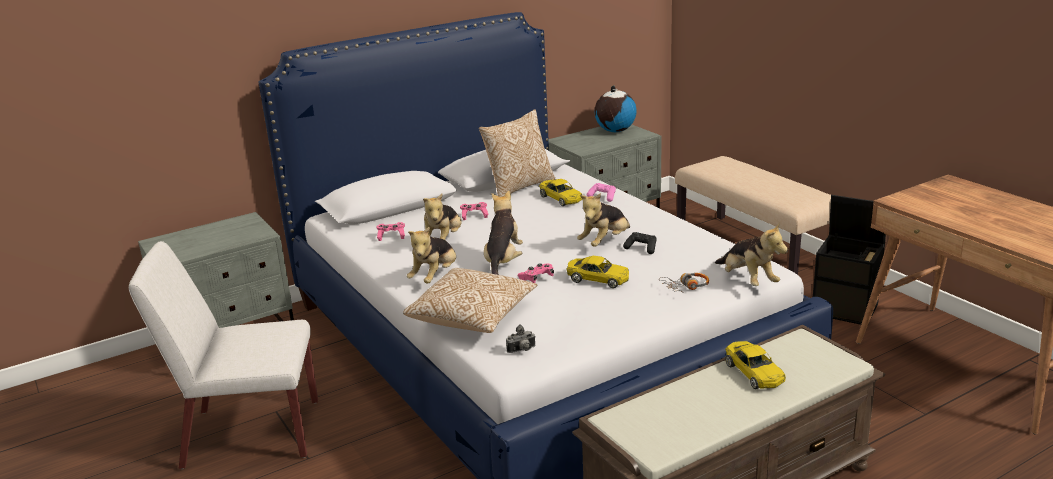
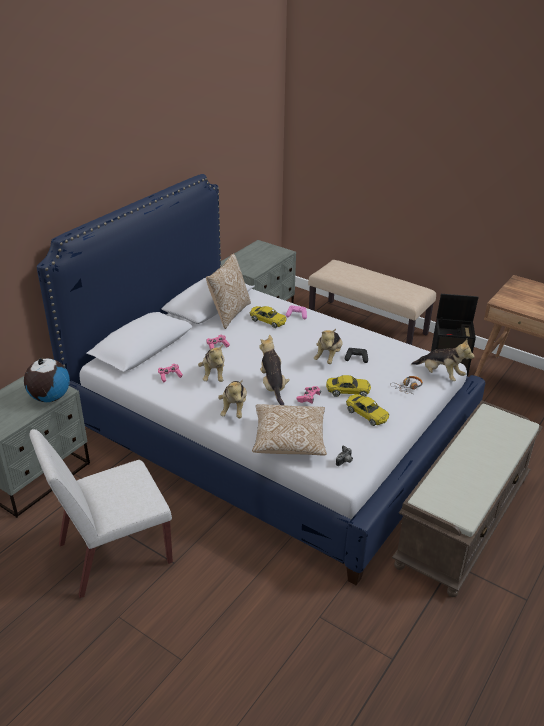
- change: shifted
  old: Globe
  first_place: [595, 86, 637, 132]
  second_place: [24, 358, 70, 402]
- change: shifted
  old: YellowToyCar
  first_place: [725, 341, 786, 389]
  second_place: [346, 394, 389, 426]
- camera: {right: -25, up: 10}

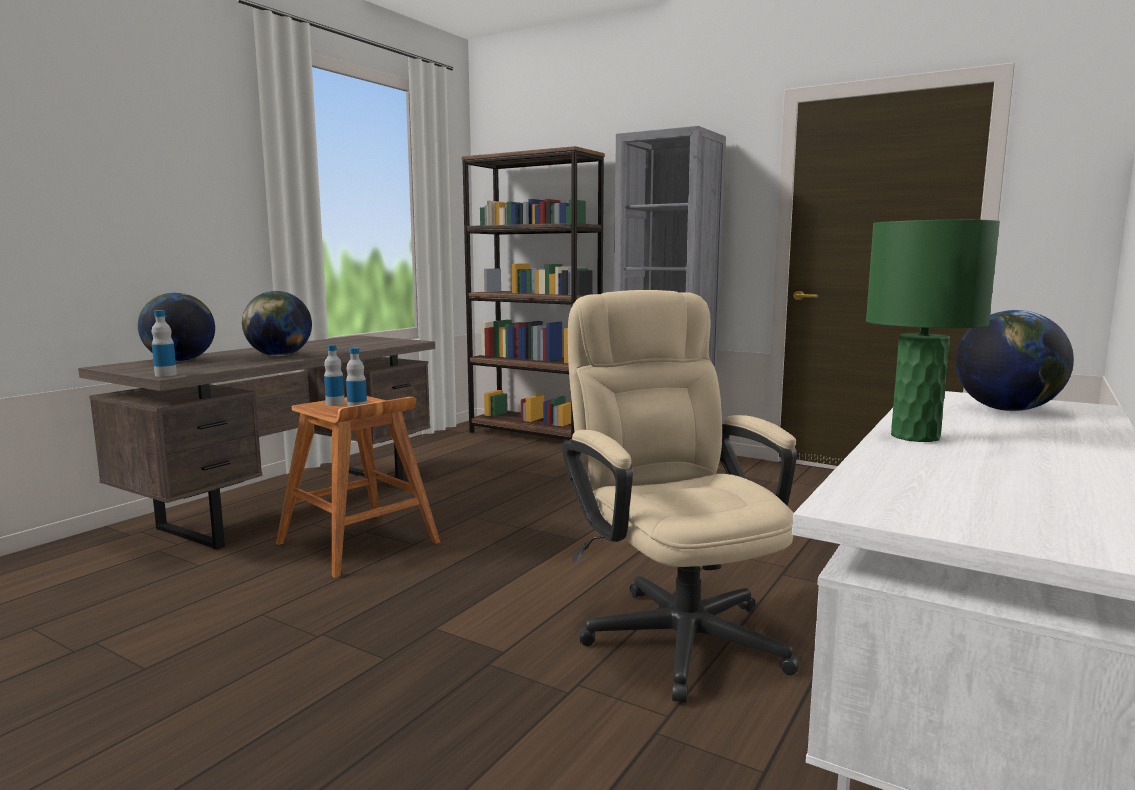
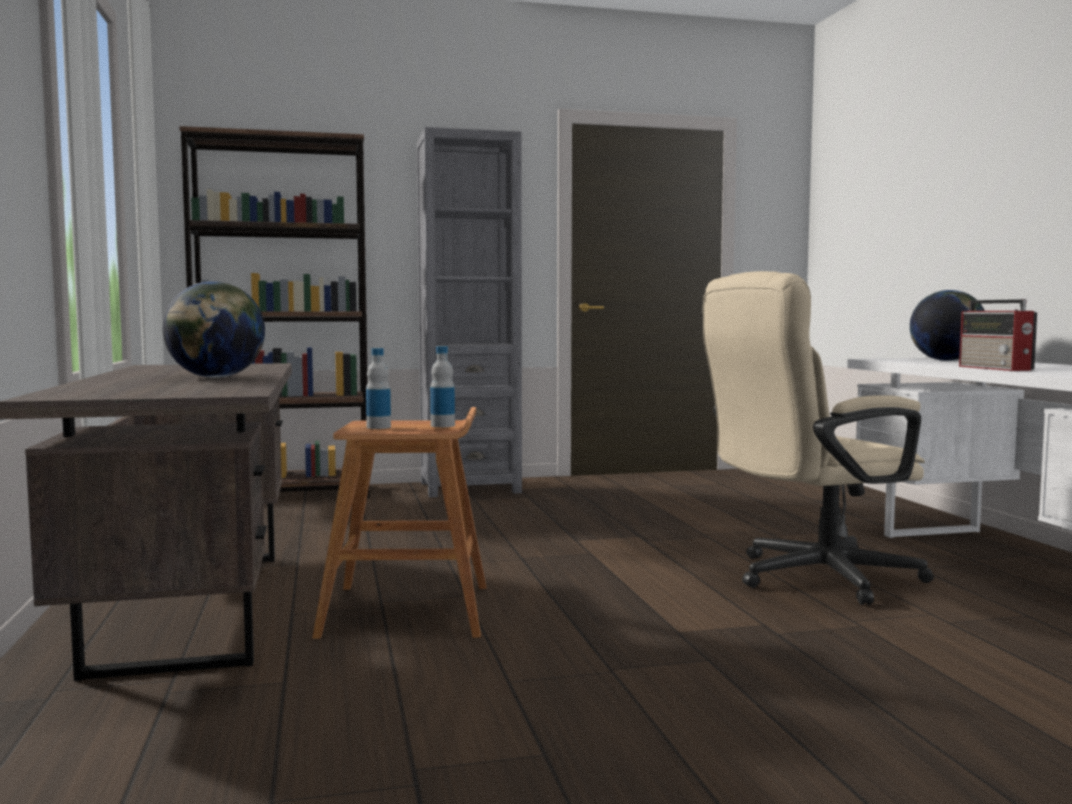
- change: gone
  old: Globe
  first_place: [138, 293, 215, 361]
- change: gone
  old: Bottle
  first_place: [152, 310, 177, 377]
- change: swapped
  old: GreenTableLamp
  new: Radio
  first_place: [866, 220, 1000, 442]
  second_place: [959, 299, 1037, 371]
- change: rotated
  old: BeigeOfficeChair
  first_place: [561, 290, 800, 703]
  second_place: [703, 271, 934, 605]
  degrees: -45
- camera: {right: -45, up: -5}

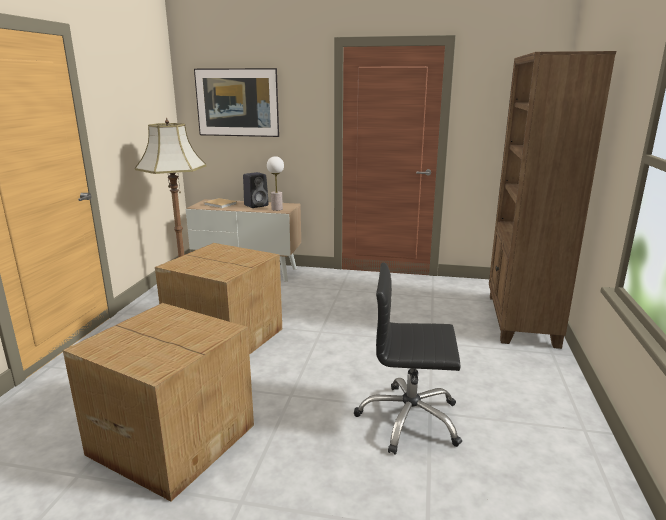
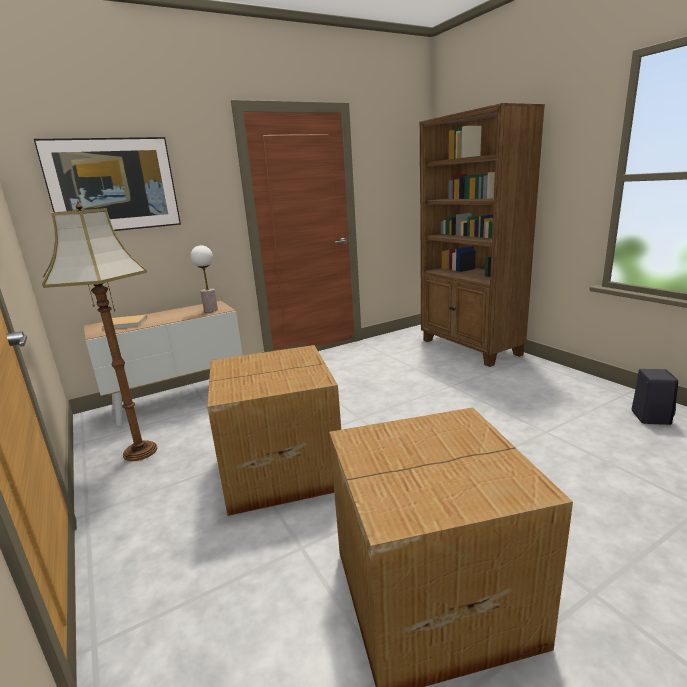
- change: gone
  old: BlackOfficeChair
  first_place: [354, 262, 462, 455]
- change: shifted
  old: BlackSpeaker
  first_place: [243, 172, 269, 208]
  second_place: [632, 369, 678, 425]
- camera: {right: -40, up: 0}

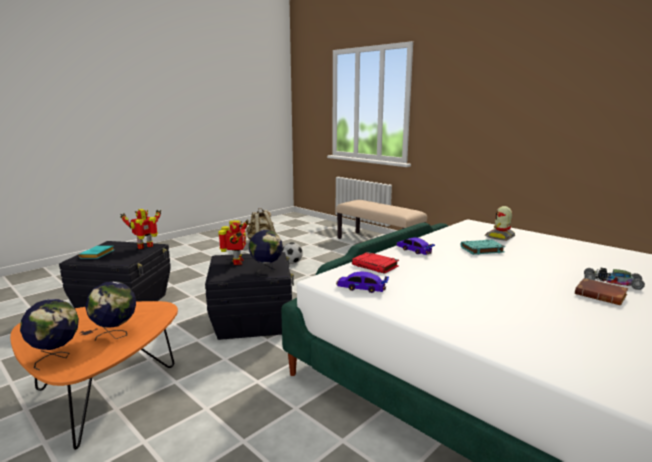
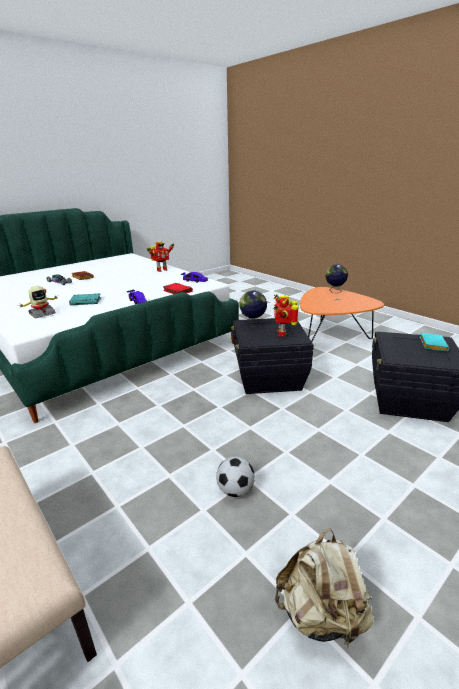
- change: gone
  old: Globe
  first_place: [85, 281, 136, 341]
- change: shifted
  old: ToyRobot
  first_place: [120, 209, 161, 249]
  second_place: [147, 241, 174, 272]
- camera: {right: -175, up: 10}

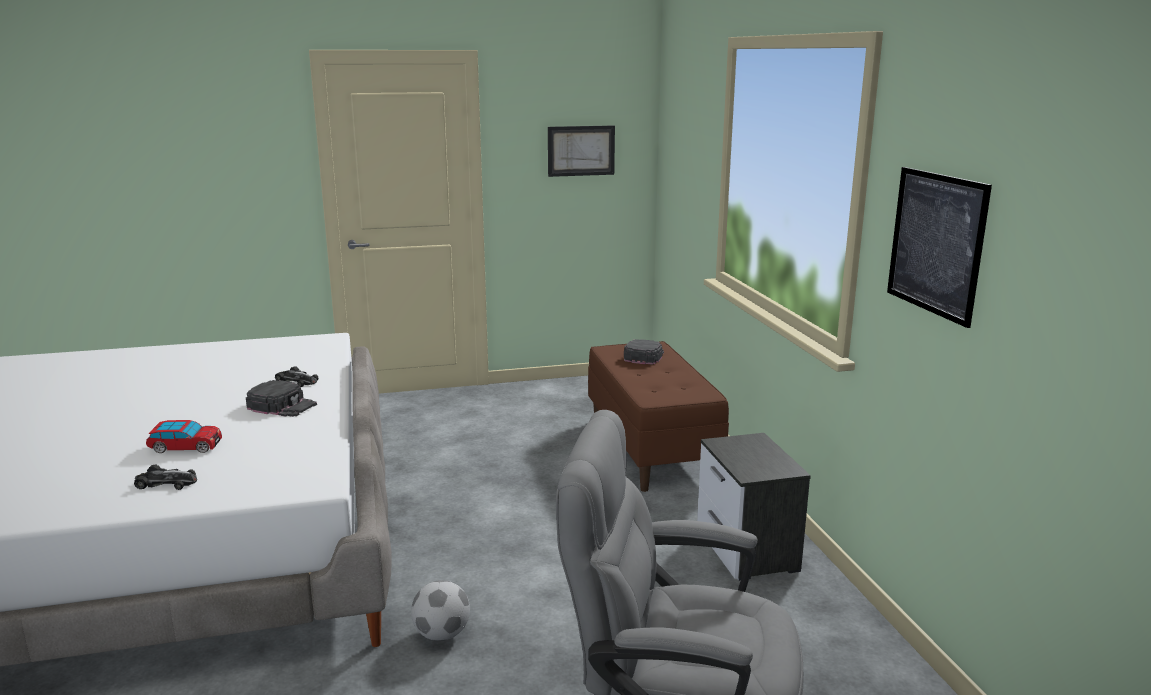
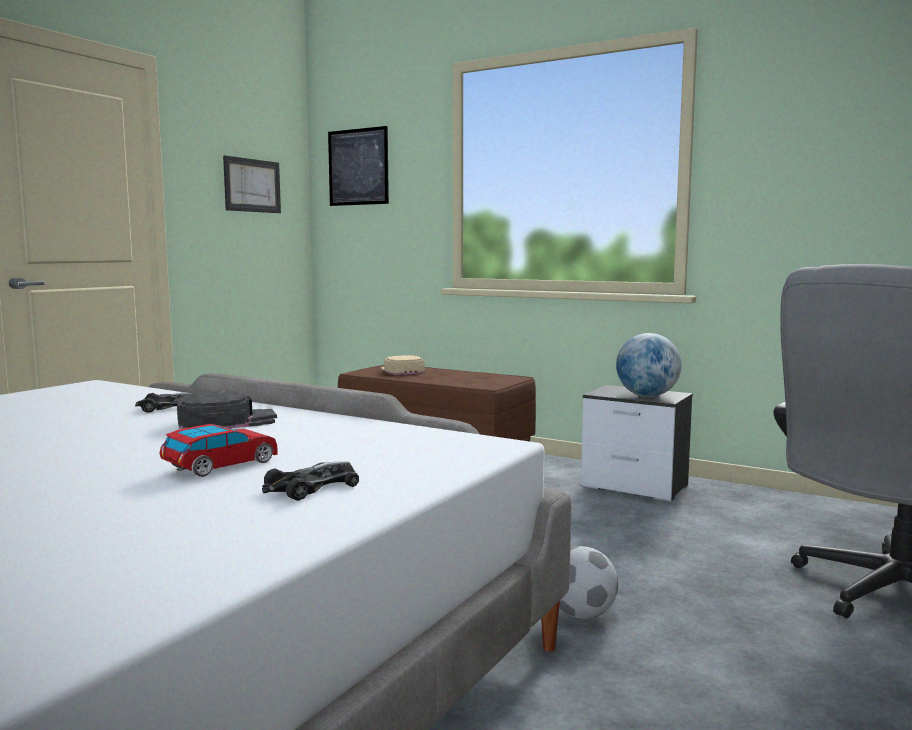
- change: new
  new: Globe
  second_place: [616, 333, 681, 397]
- change: shifted
  old: Picture
  first_place: [887, 167, 992, 328]
  second_place: [328, 126, 389, 206]
- change: repainted
  old: BlackCap
  new: BeigeCap
  first_place: [624, 339, 664, 365]
  second_place: [381, 355, 425, 375]
- camera: {right: -45, up: -10}

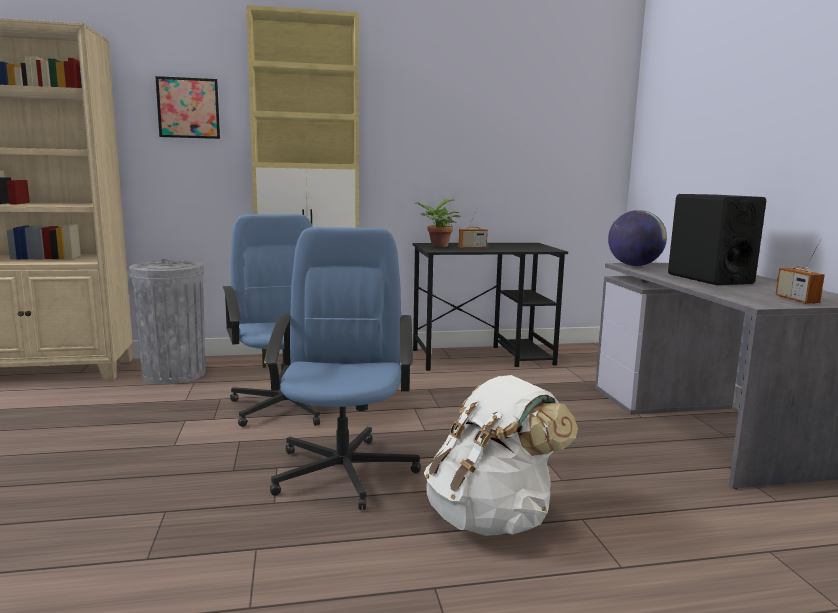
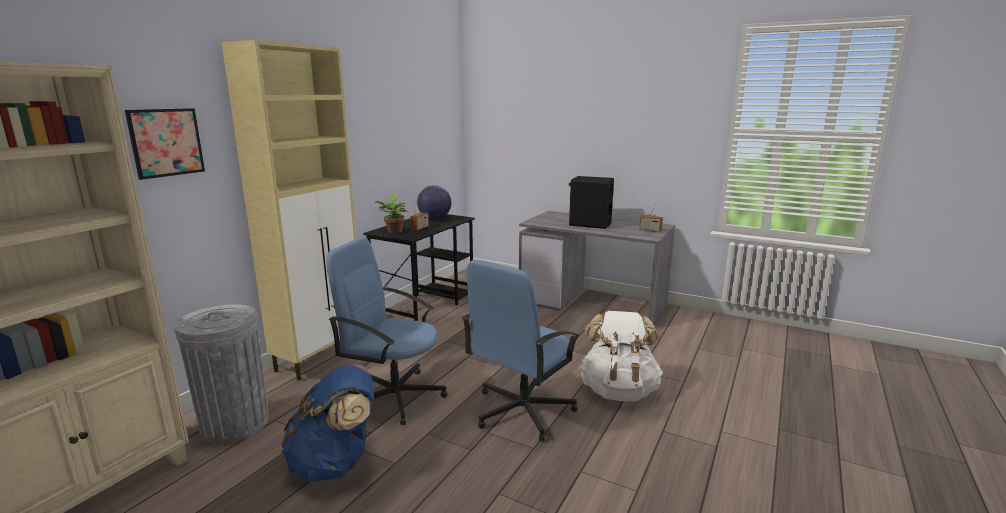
- change: new
  new: BlueBackpack
  second_place: [281, 365, 374, 482]
- change: shifted
  old: Globe
  first_place: [608, 210, 667, 266]
  second_place: [417, 185, 451, 220]
- change: rotated
  old: BlueOfficeChair
  first_place: [264, 227, 421, 510]
  second_place: [462, 260, 580, 441]
  degrees: -90
- camera: {right: -50, up: 5}

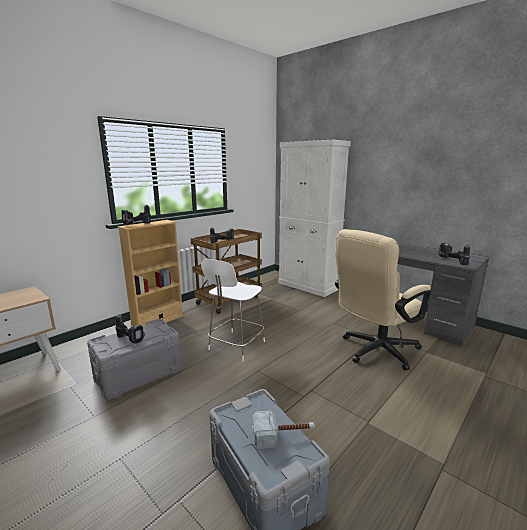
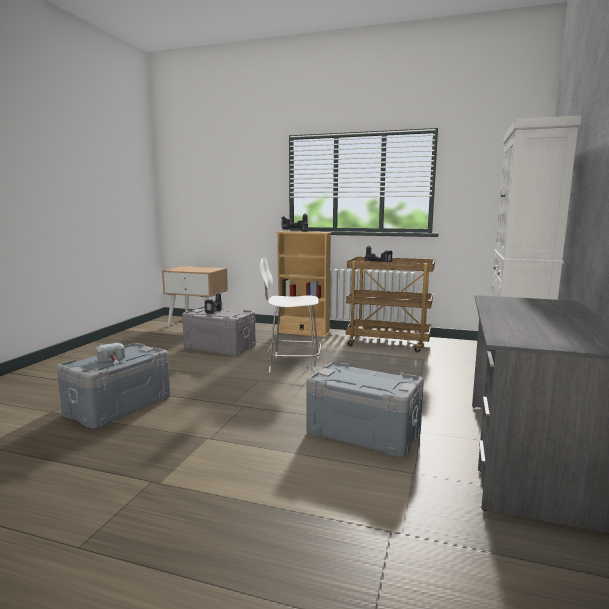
- change: gone
  old: PowerDrill
  first_place: [438, 243, 470, 265]
- change: swapped
  old: BeigeOfficeChair
  new: GreyStorageBox
  first_place: [335, 229, 431, 370]
  second_place: [307, 362, 424, 457]
- camera: {right: 65, up: -5}

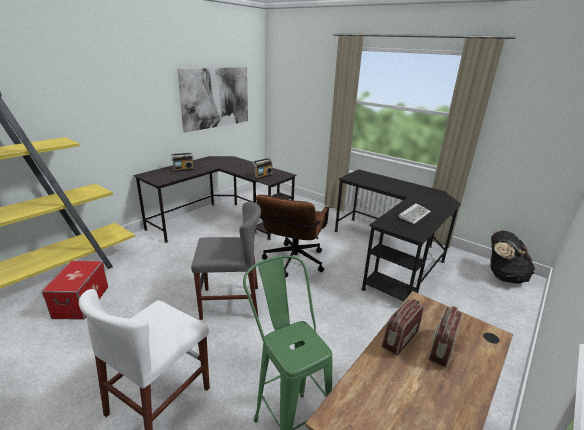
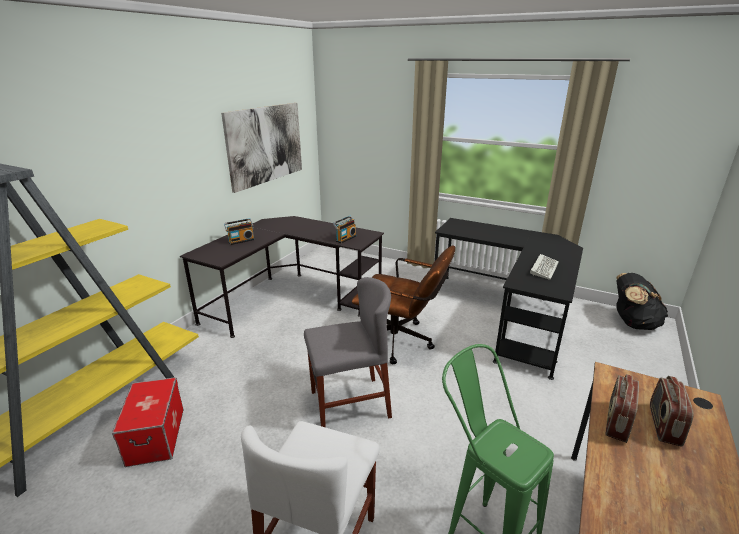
- change: rotated
  old: BrownOfficeChair
  first_place: [256, 195, 329, 278]
  second_place: [352, 245, 455, 364]
  degrees: -75
- camera: {right: -10, up: 0}

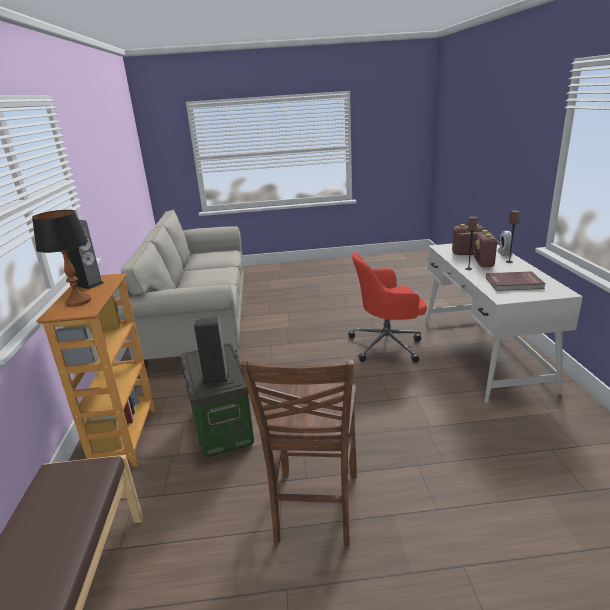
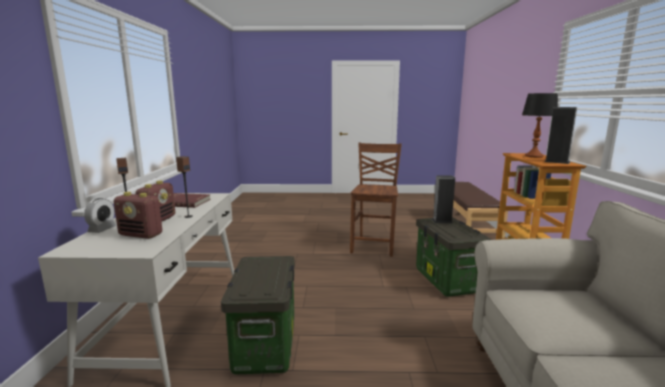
- change: swapped
  old: RedOfficeChair
  new: StorageBox
  first_place: [348, 252, 427, 363]
  second_place: [221, 256, 295, 375]
- camera: {right: -175, up: -10}

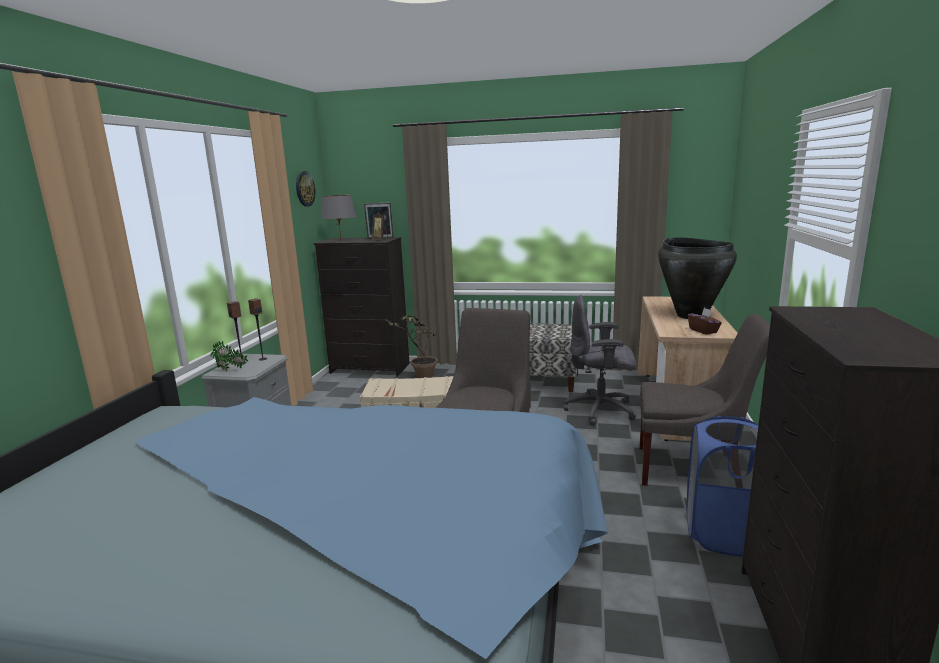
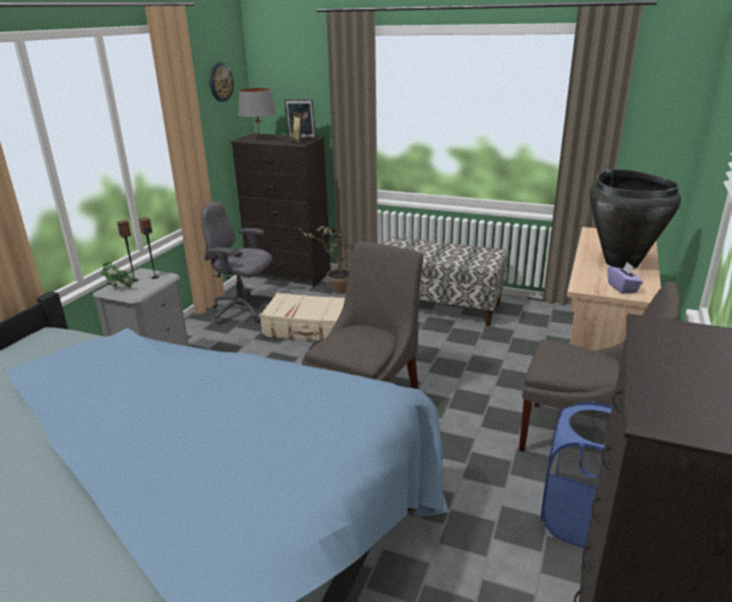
- change: shifted
  old: GreyOfficeChair
  first_place: [564, 295, 636, 426]
  second_place: [201, 202, 273, 325]
- change: repainted
  old: BrownTissueBox
  new: PurpleTissueBox
  first_place: [688, 308, 722, 334]
  second_place: [607, 262, 643, 294]
- camera: {right: 10, up: 10}

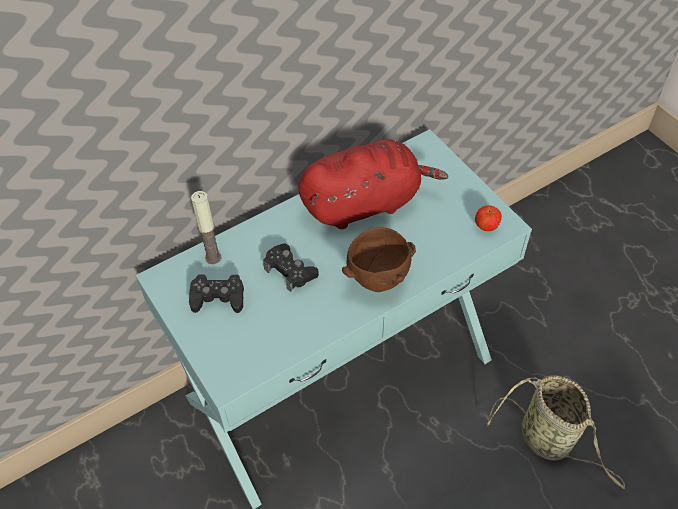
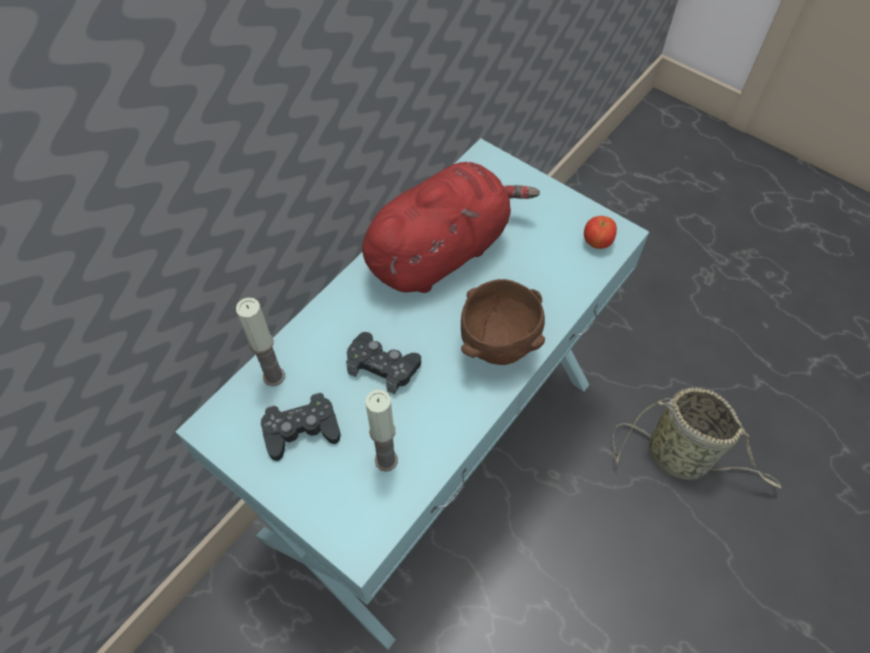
- change: new
  new: Candle
  second_place: [365, 390, 398, 472]
- camera: {right: -20, up: 5}

